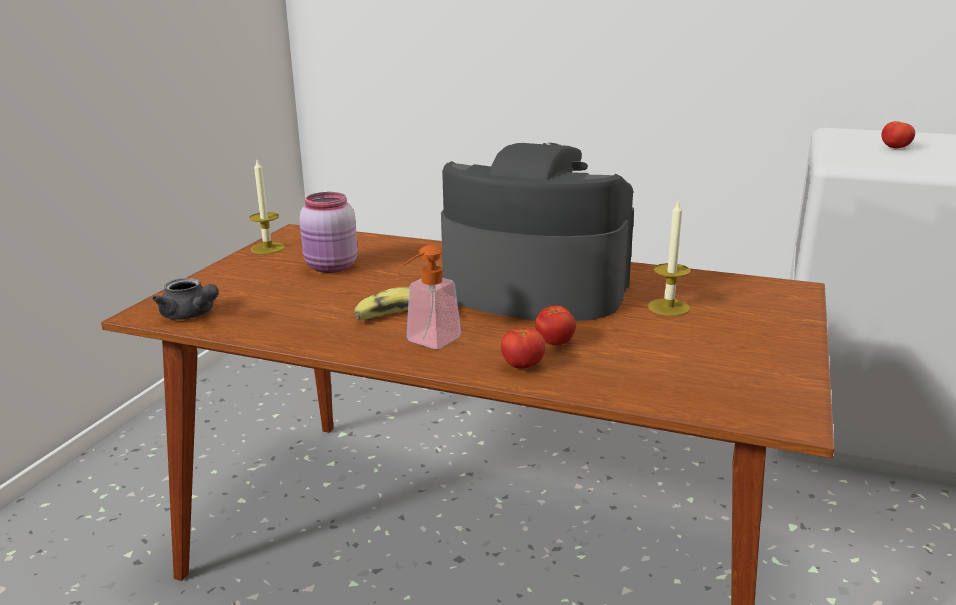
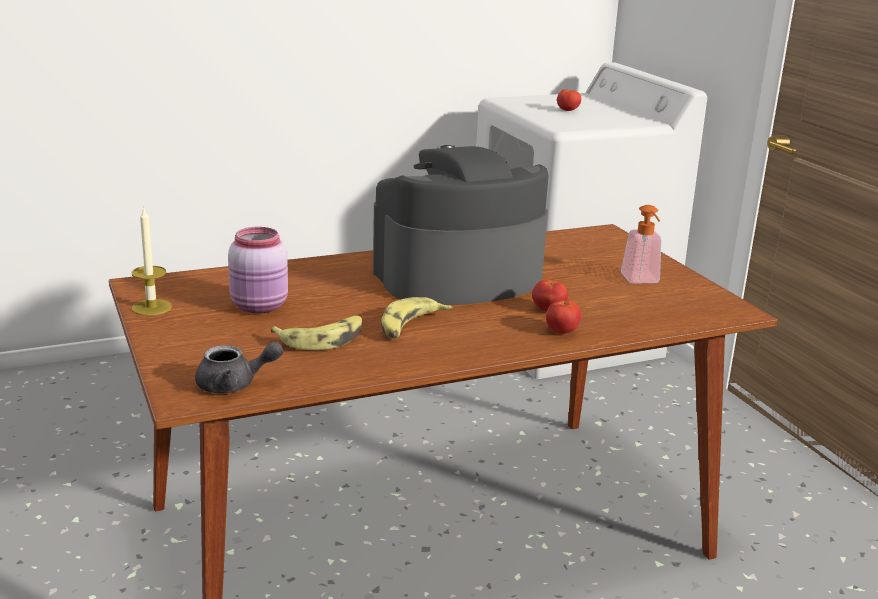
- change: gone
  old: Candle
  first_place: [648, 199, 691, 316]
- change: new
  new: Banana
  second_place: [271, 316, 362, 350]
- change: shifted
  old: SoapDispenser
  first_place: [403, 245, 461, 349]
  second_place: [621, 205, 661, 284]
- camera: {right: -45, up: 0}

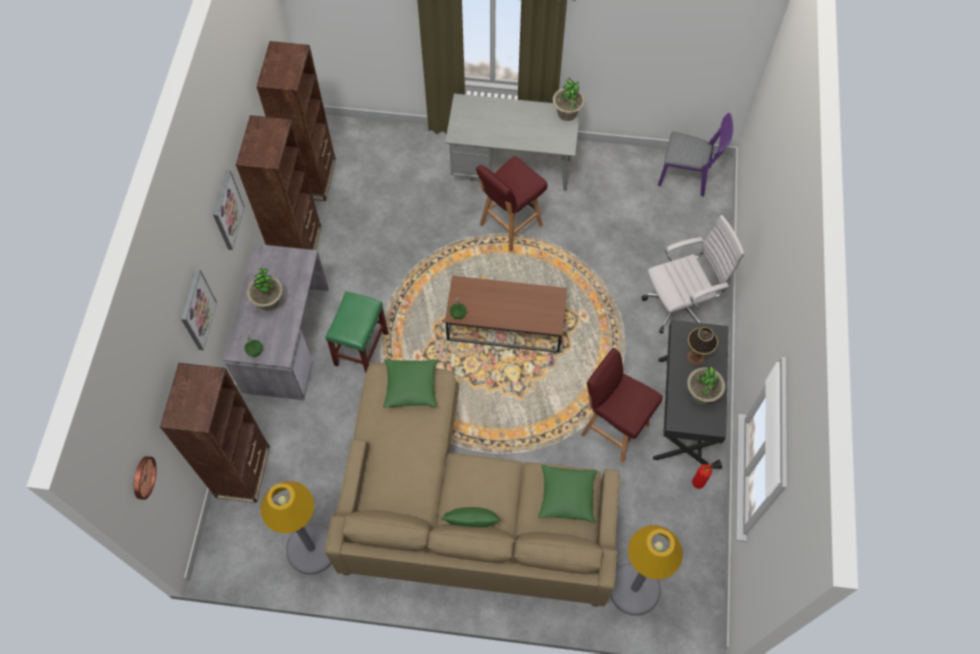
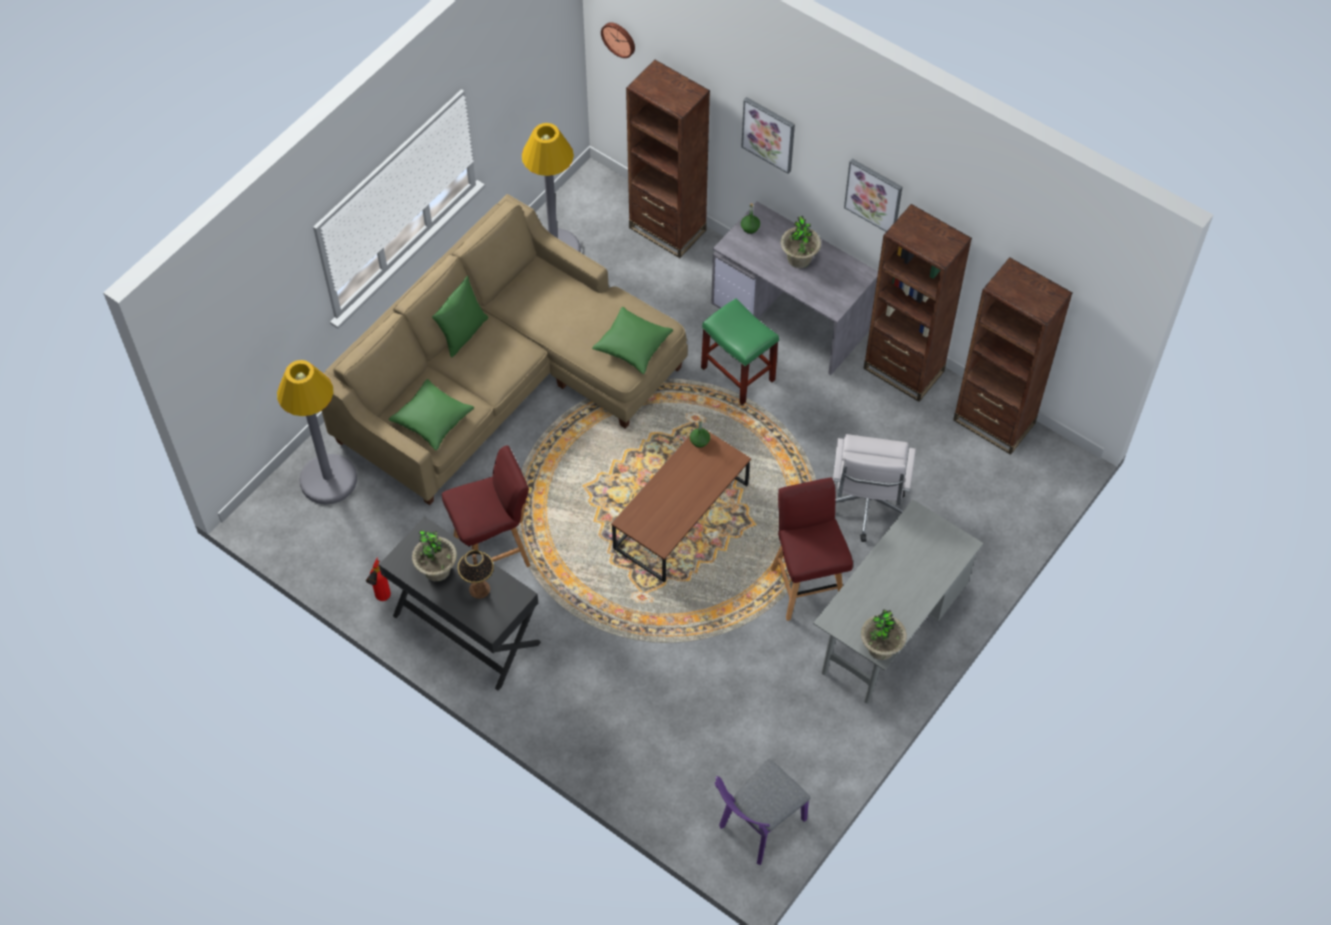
- change: shifted
  old: WhiteOfficeChair
  first_place: [642, 215, 745, 334]
  second_place: [833, 434, 916, 542]
- camera: {right: 120, up: -5}

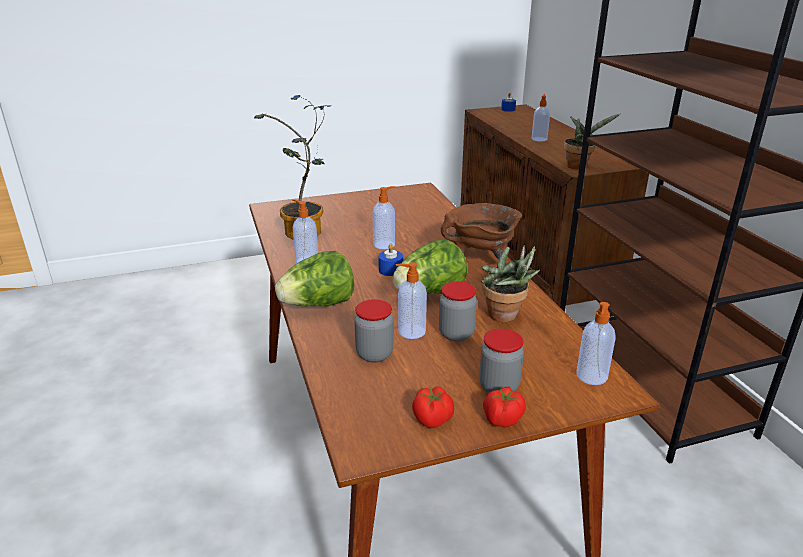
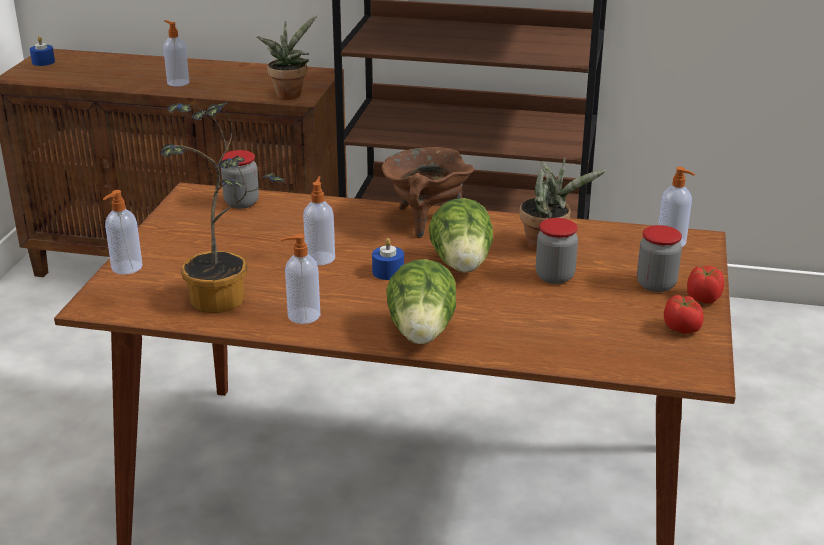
- change: shifted
  old: Jar
  first_place: [354, 299, 394, 362]
  second_place: [221, 150, 259, 209]
- change: shifted
  old: SoapDispenser
  first_place: [395, 263, 427, 339]
  second_place: [103, 190, 142, 274]
- camera: {right: -60, up: 0}

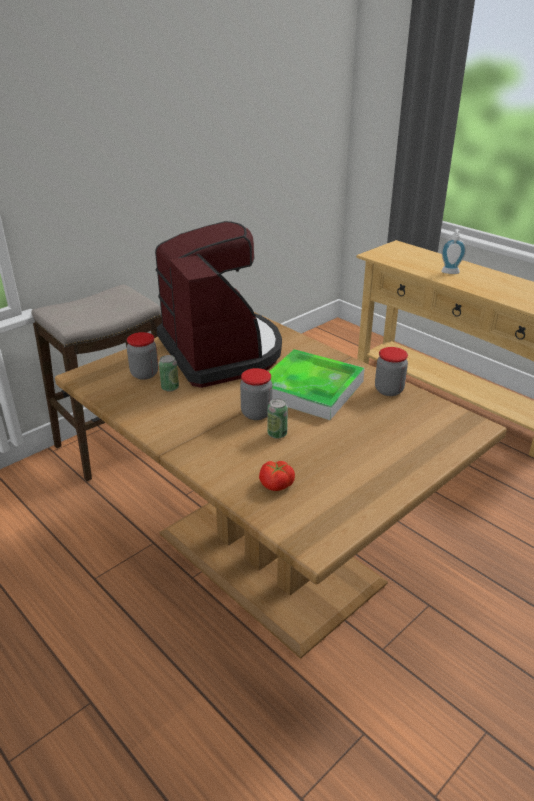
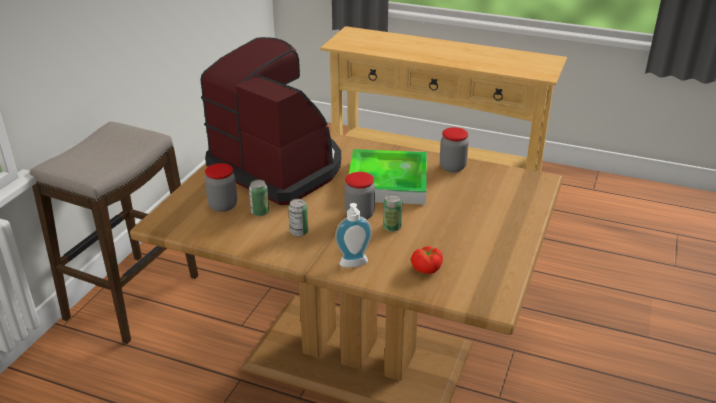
- change: new
  new: Can
  second_place: [288, 199, 308, 236]
- change: shifted
  old: SoapDispenser
  first_place: [441, 229, 466, 274]
  second_place: [335, 203, 372, 267]
- camera: {right: -25, up: 0}

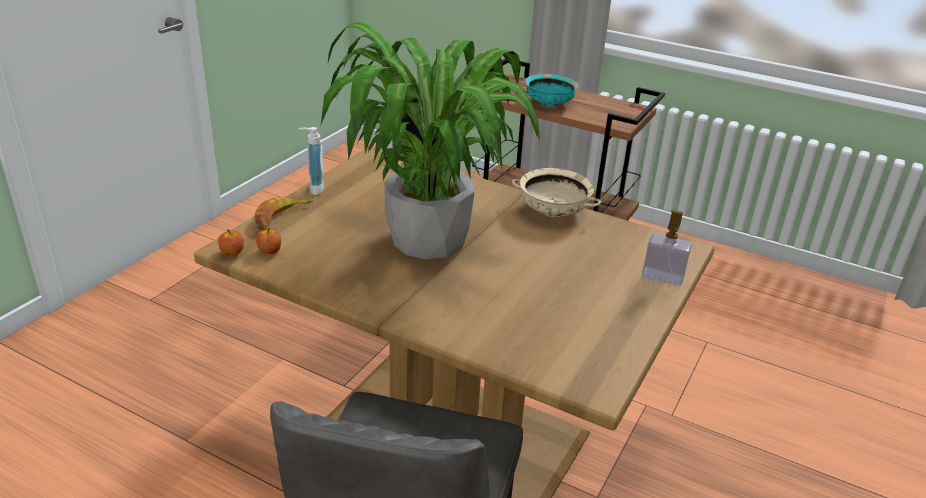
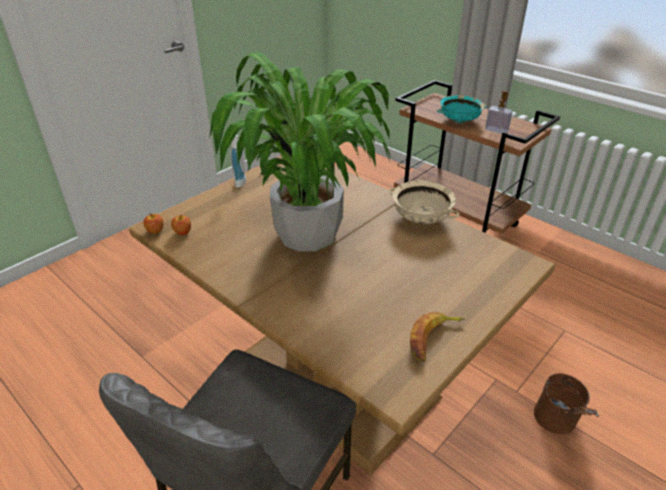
- change: new
  new: BrownBucket
  second_place: [534, 373, 599, 434]
- change: shifted
  old: Banana
  first_place: [254, 197, 313, 231]
  second_place: [410, 312, 465, 362]
- change: shifted
  old: SoapDispenser
  first_place: [642, 210, 692, 286]
  second_place: [485, 91, 513, 134]
- camera: {right: 15, up: 5}

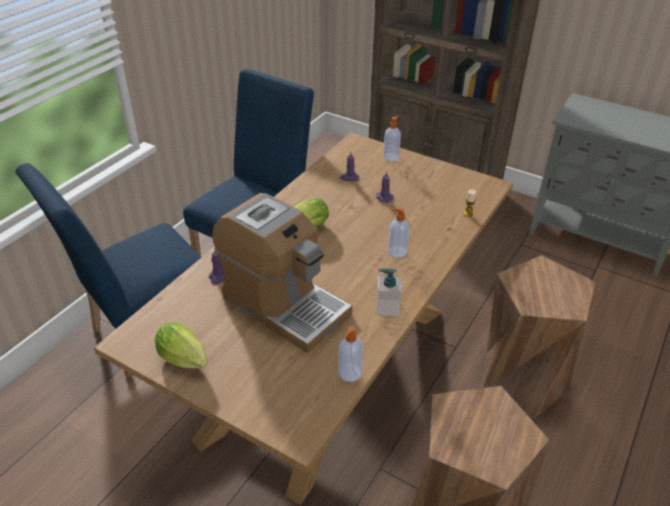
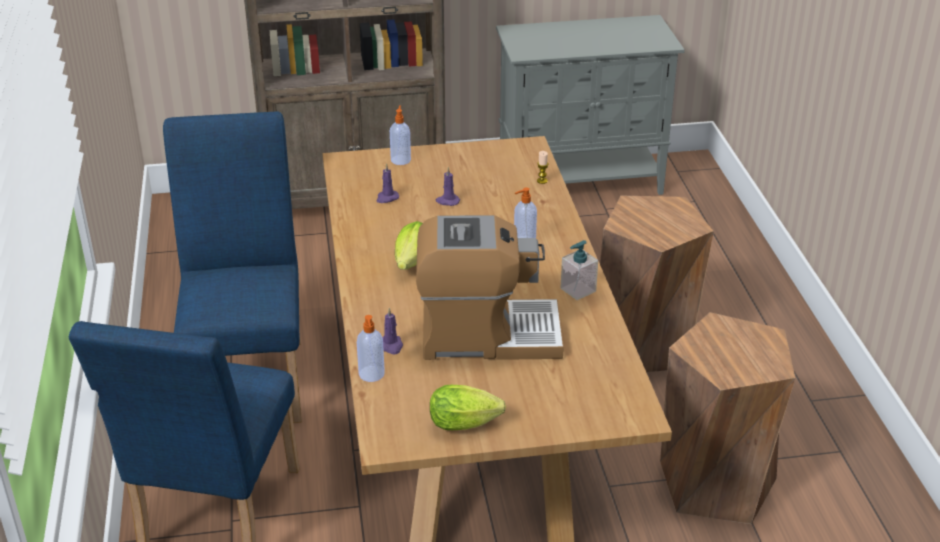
- change: shifted
  old: SoapDispenser
  first_place: [338, 326, 363, 382]
  second_place: [357, 315, 385, 382]
- camera: {right: -40, up: -5}

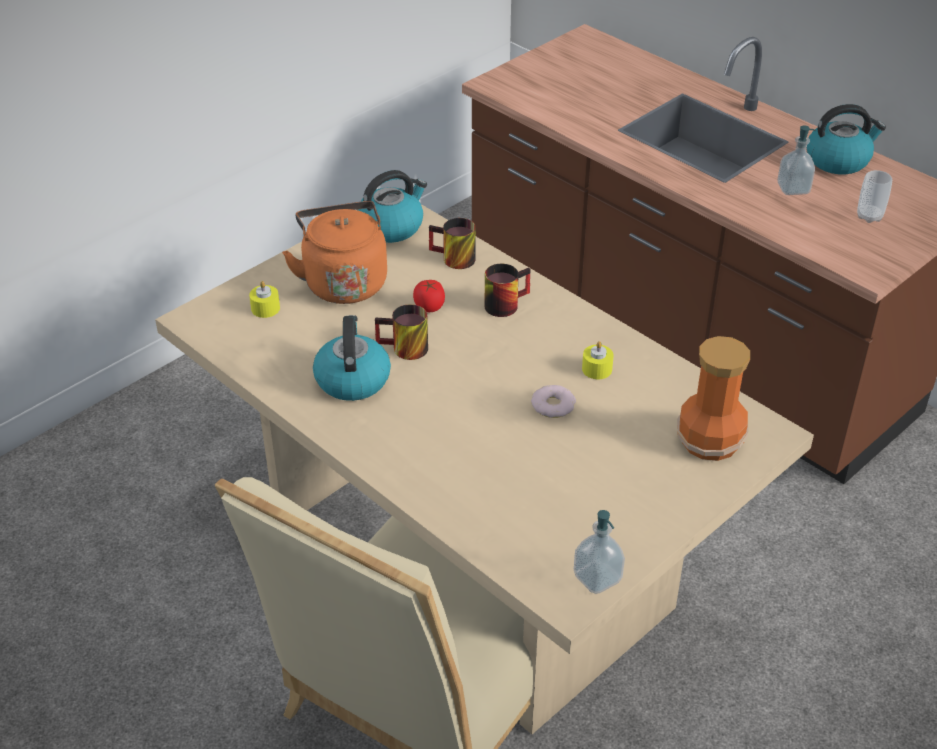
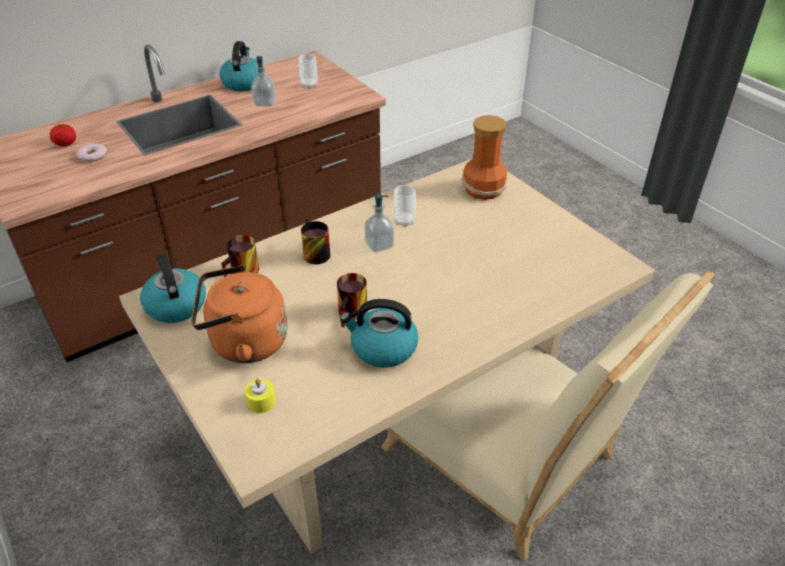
- change: shifted
  old: Tomato
  first_place: [413, 280, 445, 312]
  second_place: [50, 124, 76, 146]
- change: shifted
  old: Donut
  first_place: [531, 385, 576, 418]
  second_place: [76, 144, 107, 162]
- change: shifted
  old: SoapDispenser
  first_place: [574, 510, 625, 594]
  second_place: [364, 194, 394, 252]
- change: swapped
  old: YellowCandle
  new: Cup
  first_place: [582, 341, 614, 379]
  second_place: [393, 185, 416, 227]
- camera: {right: -80, up: 0}

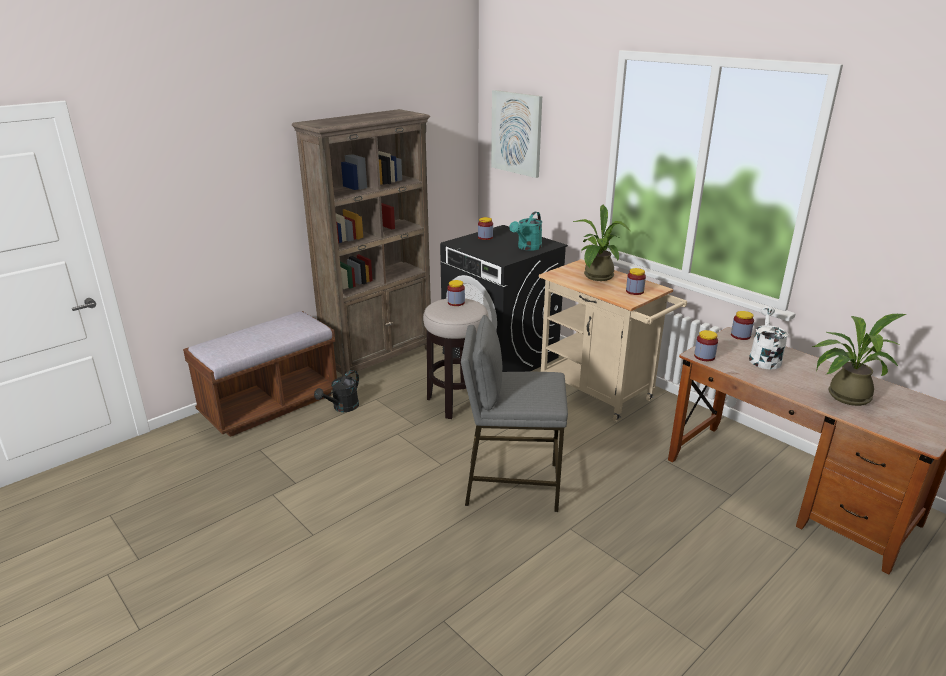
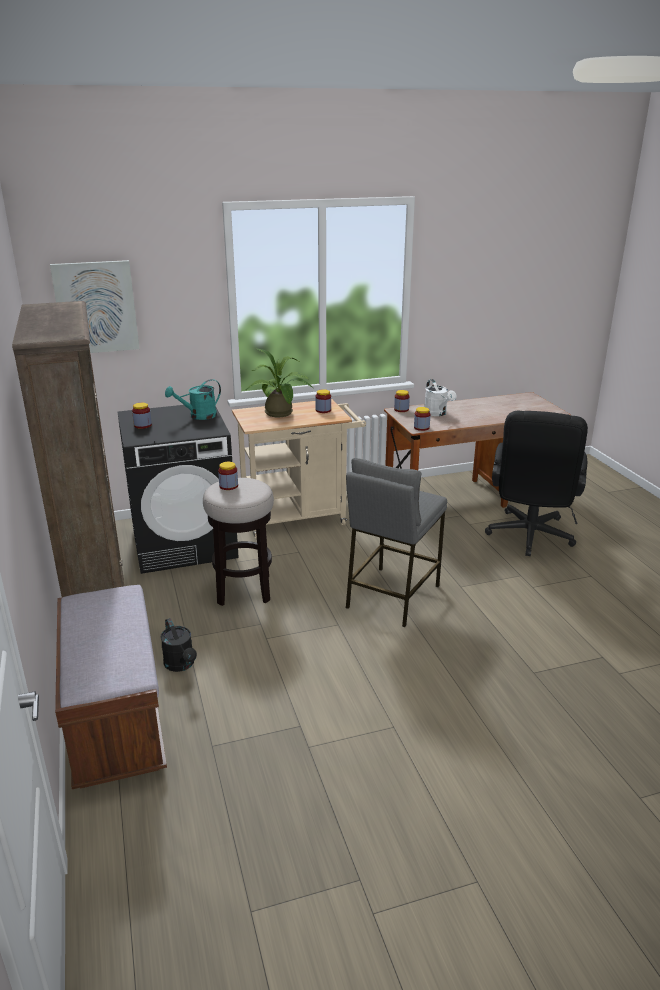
- change: gone
  old: PottedPlant
  first_place: [812, 314, 906, 406]
- change: new
  new: BlackOfficeChair
  second_place: [485, 411, 588, 556]
- change: rotated
  old: TurquoiseWateringCan
  first_place: [509, 212, 542, 251]
  second_place: [165, 379, 221, 420]
  degrees: 90
- change: rotated
  old: WhiteWateringCan
  first_place: [749, 306, 789, 369]
  second_place: [425, 379, 456, 416]
  degrees: -150
- camera: {right: -65, up: 0}

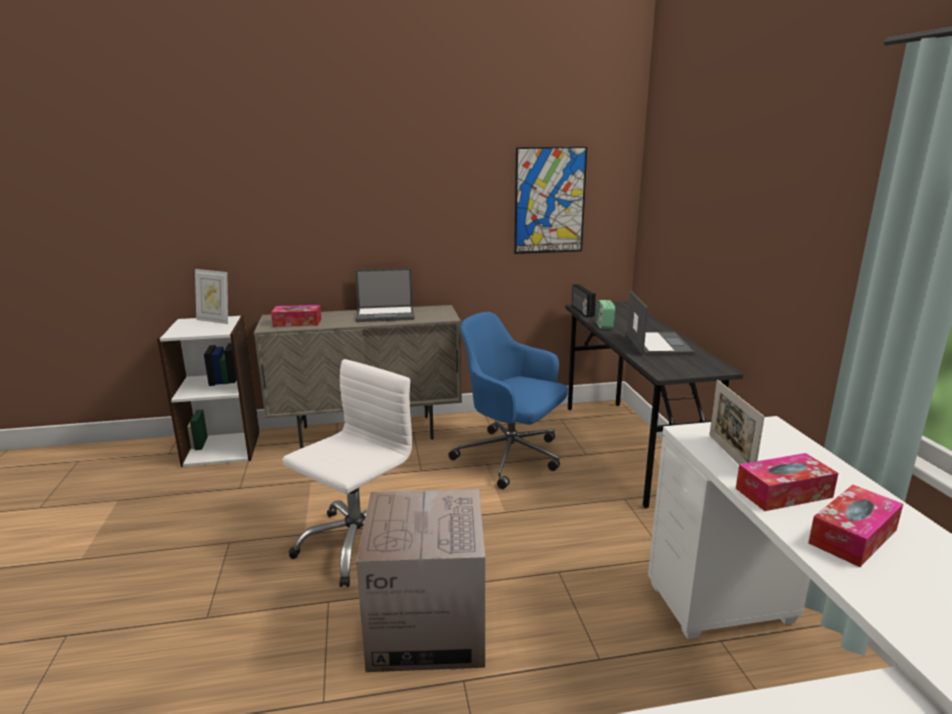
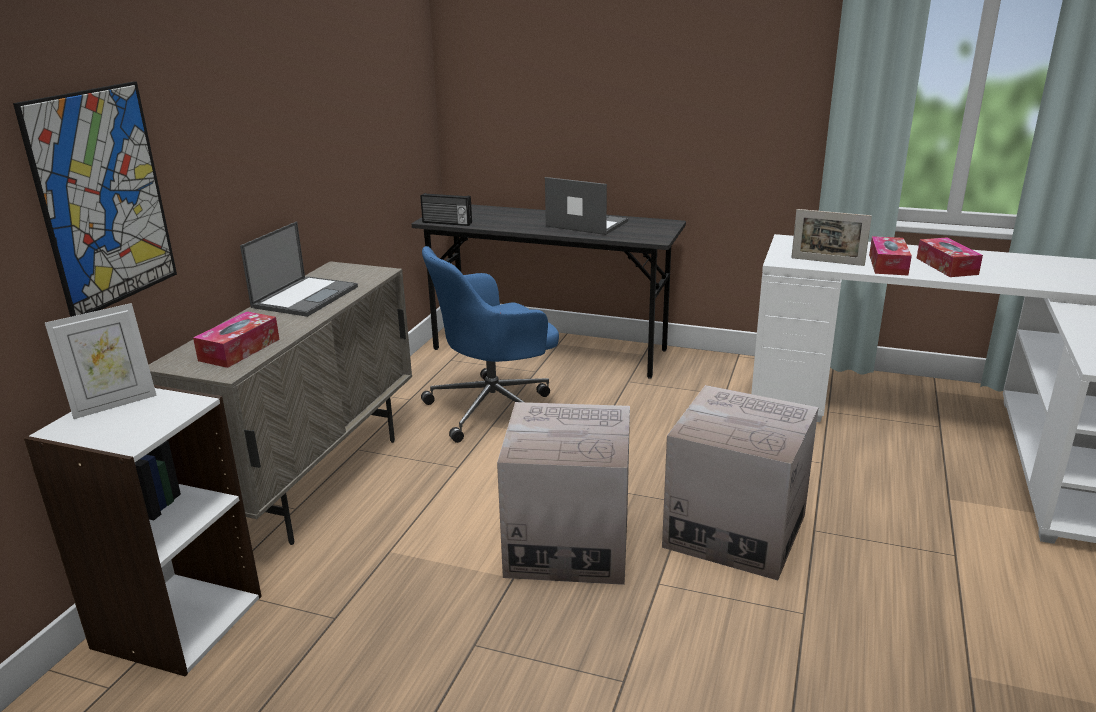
- change: gone
  old: AlarmClock
  first_place: [596, 300, 615, 329]
- change: shifted
  old: Picture
  first_place: [514, 147, 587, 254]
  second_place: [13, 81, 177, 317]
- change: swapped
  old: WhiteOfficeChair
  new: CardboardBox
  first_place: [282, 359, 412, 587]
  second_place: [497, 402, 630, 585]
- camera: {right: -60, up: 5}

